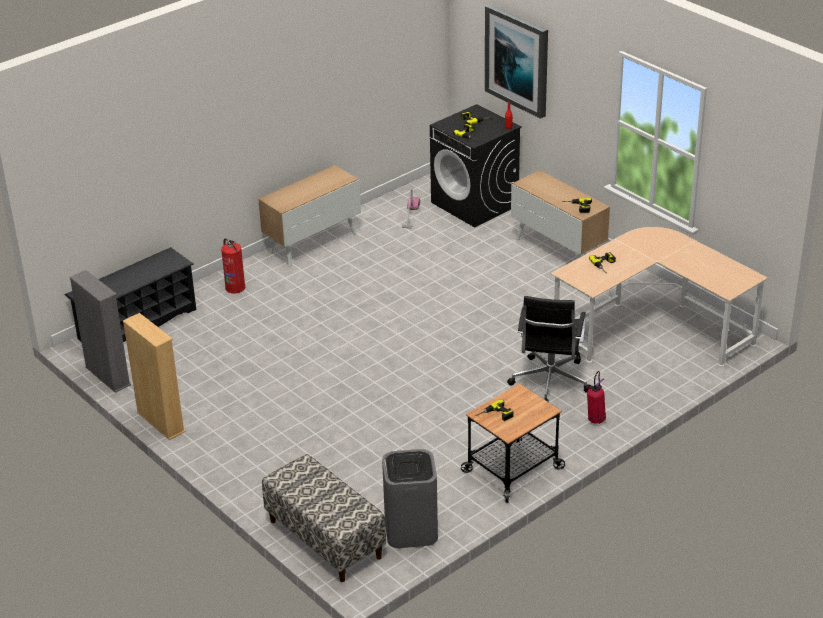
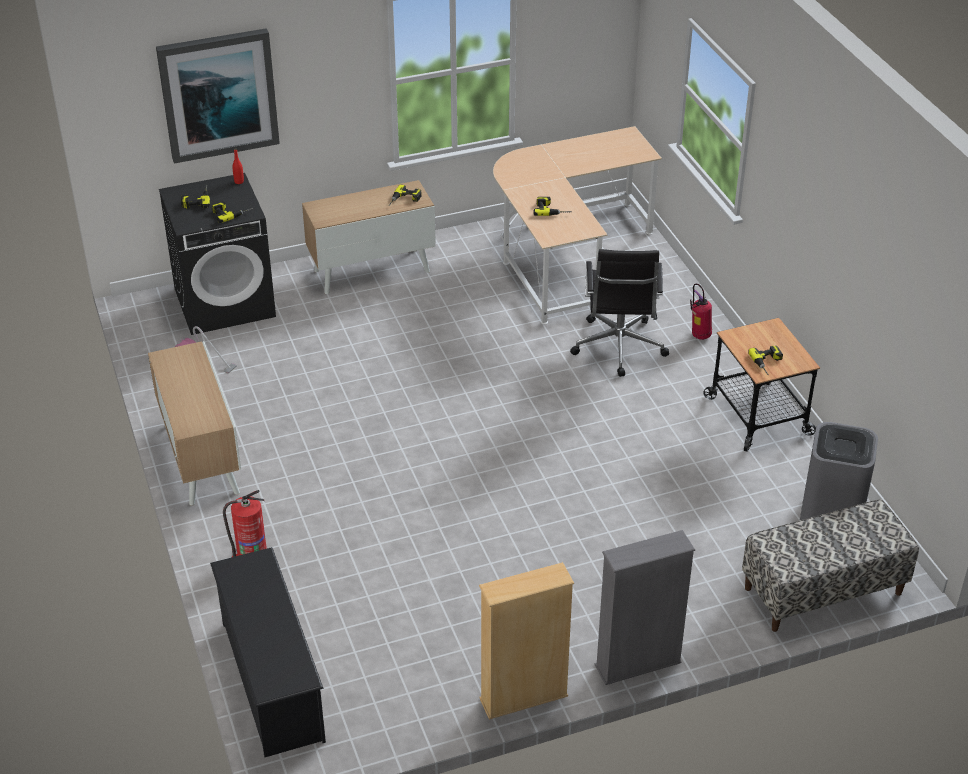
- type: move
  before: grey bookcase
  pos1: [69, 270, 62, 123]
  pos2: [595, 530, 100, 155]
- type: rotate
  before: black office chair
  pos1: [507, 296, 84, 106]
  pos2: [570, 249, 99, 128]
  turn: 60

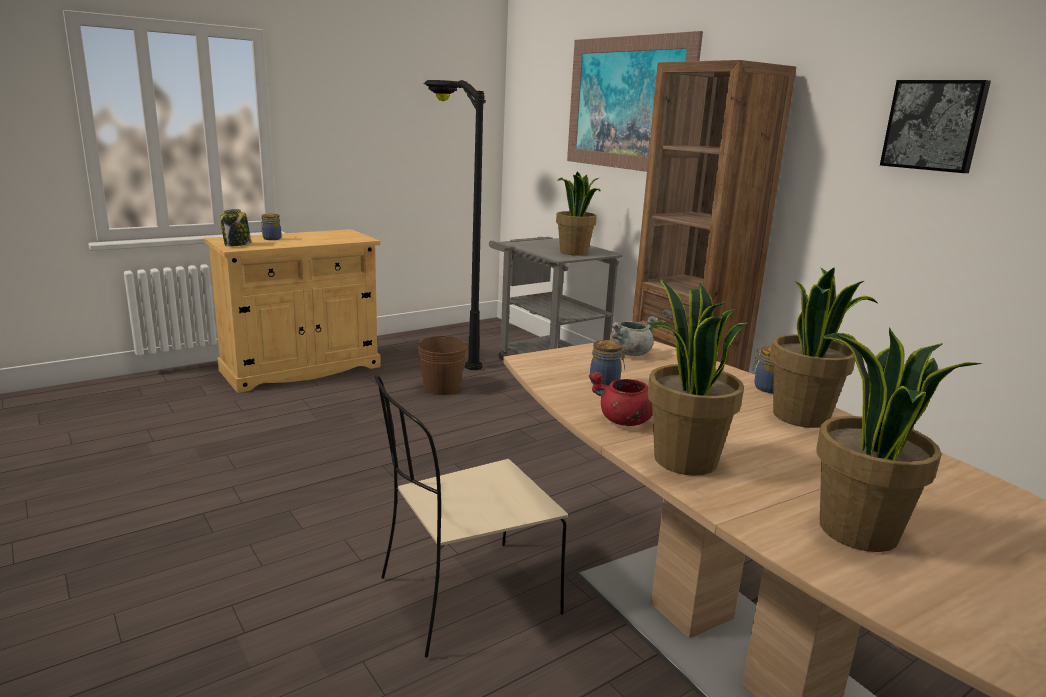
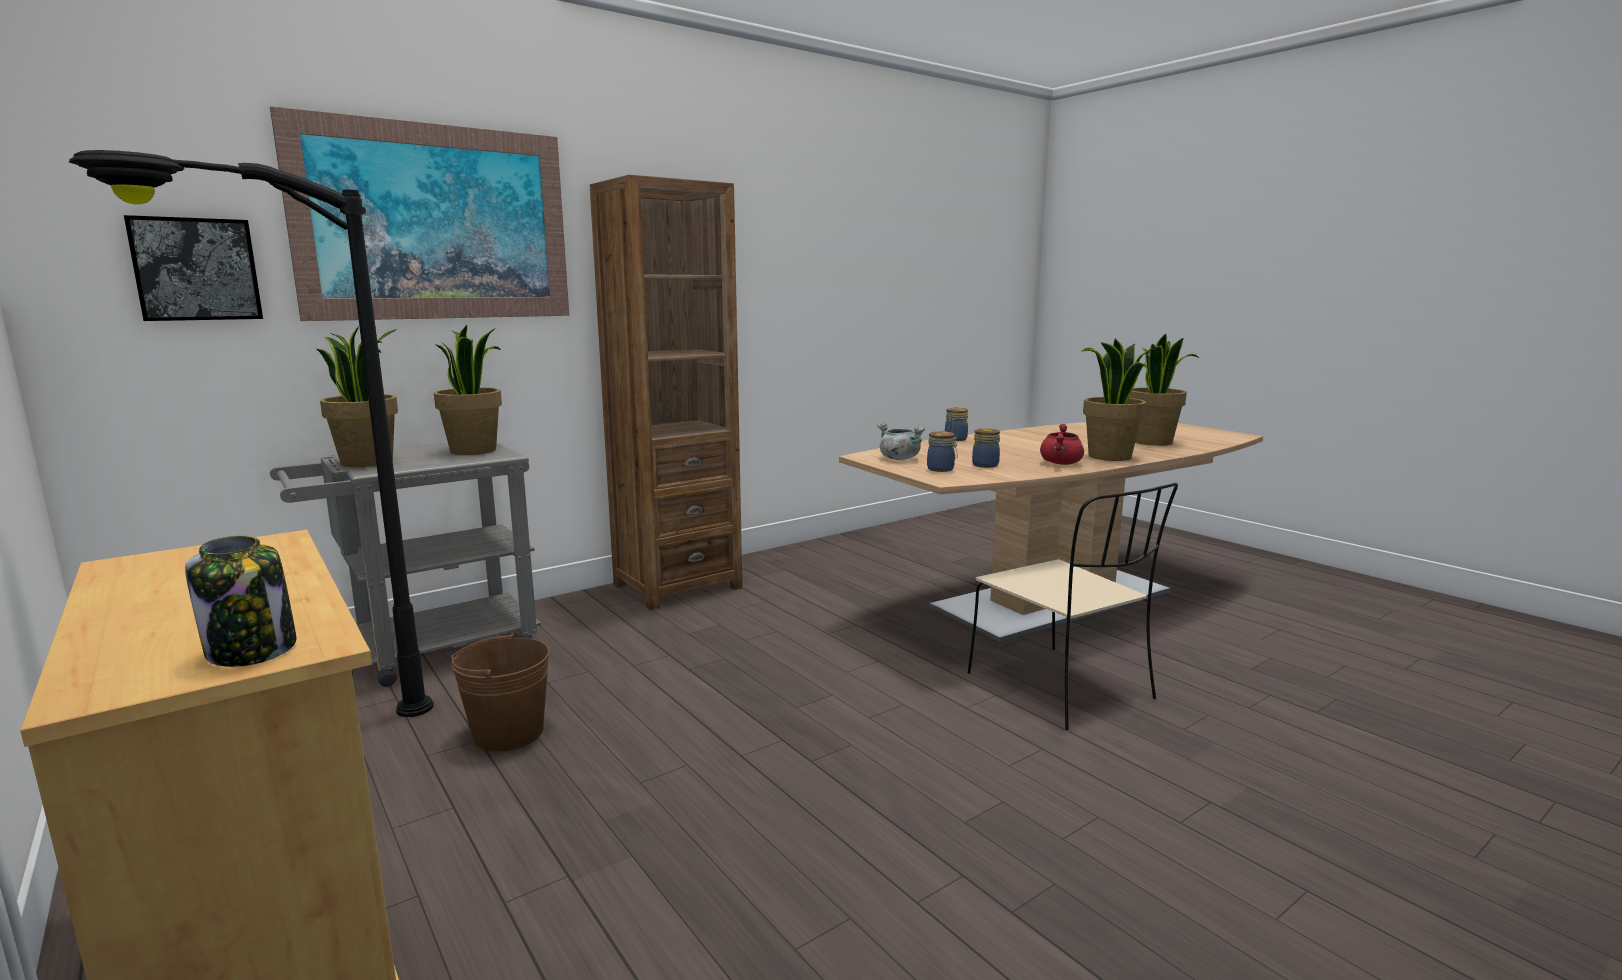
- type: move
  before: jar
  pos1: [261, 213, 21, 27]
  pos2: [927, 431, 30, 41]
- type: move
  before: potted plant
  pos1: [770, 267, 108, 161]
  pos2: [317, 326, 81, 141]
- type: move
  before: picture
  pos1: [880, 80, 111, 93]
  pos2: [124, 215, 139, 106]

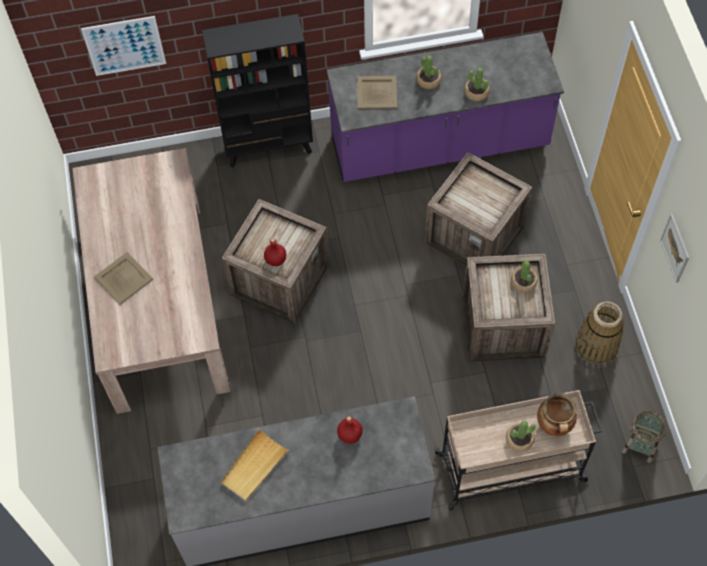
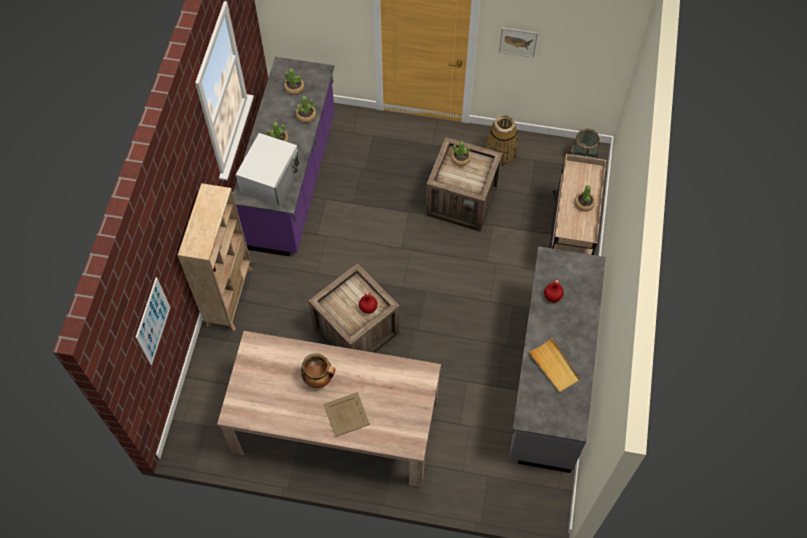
- type: recolor
  before: black bookcase
  after: beige bookcase
  pos1: [202, 14, 111, 154]
  pos2: [178, 183, 75, 148]
- type: replace
  before: beige tray
  after: white microwave
  pos1: [357, 76, 40, 33]
  pos2: [236, 133, 64, 73]
- type: delete
  before: crate
  pos1: [425, 152, 107, 115]
- type: move
  before: cooking pot
  pos1: [537, 393, 40, 43]
  pos2: [301, 353, 35, 35]
- type: insert
  after: potted plant
  pos2: [284, 68, 20, 27]

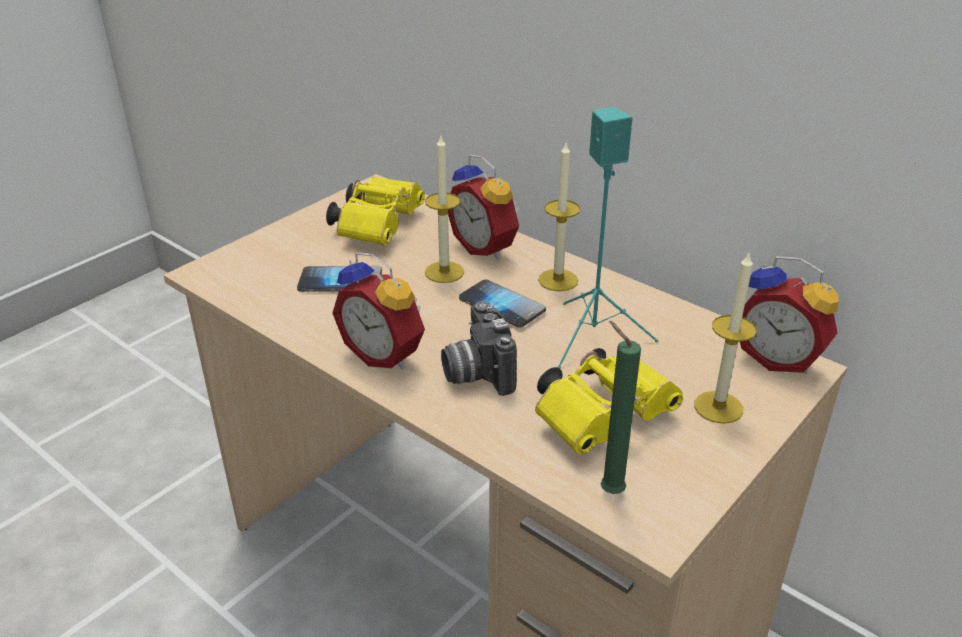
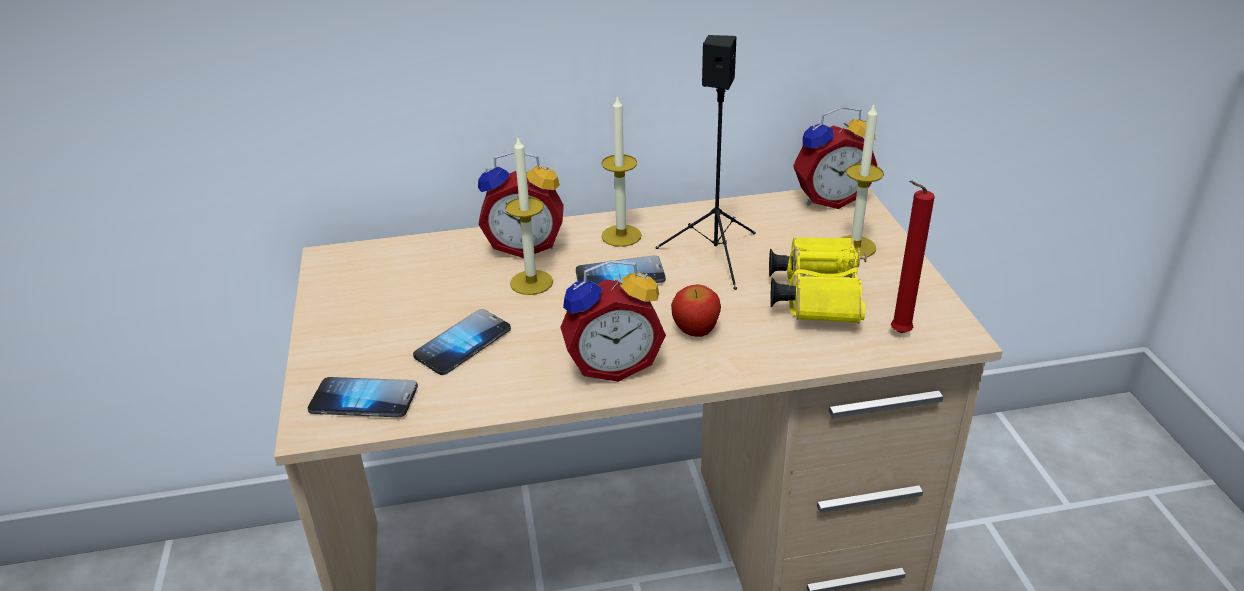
- type: delete
  before: yellow binoculars
  pos1: [326, 177, 99, 69]
- type: replace
  before: photo camera
  after: apple
  pos1: [441, 301, 76, 95]
  pos2: [671, 284, 50, 53]
- type: recolor
  before: turquoise speaker
  after: black speaker
  pos1: [557, 107, 102, 262]
  pos2: [656, 35, 100, 255]
- type: recolor
  before: green candle
  after: red candle
  pos1: [600, 321, 41, 173]
  pos2: [891, 181, 44, 152]
- type: insert
  after: phone
  pos2: [308, 377, 110, 40]

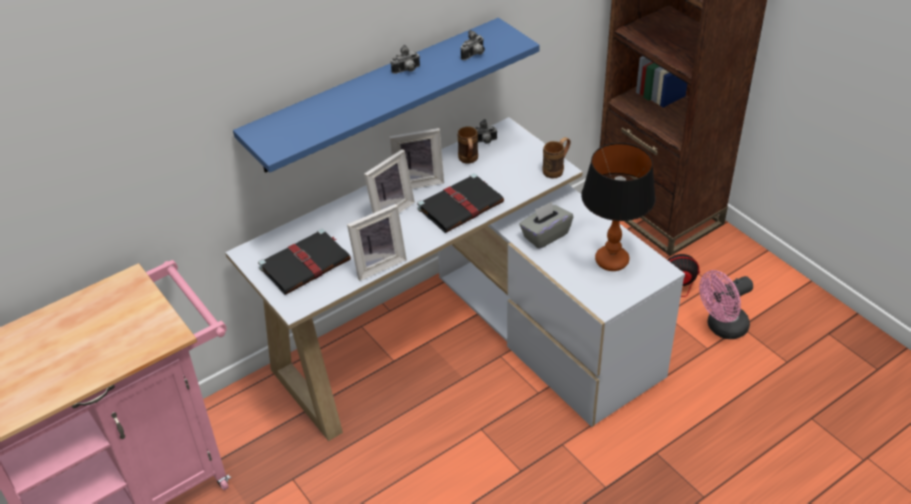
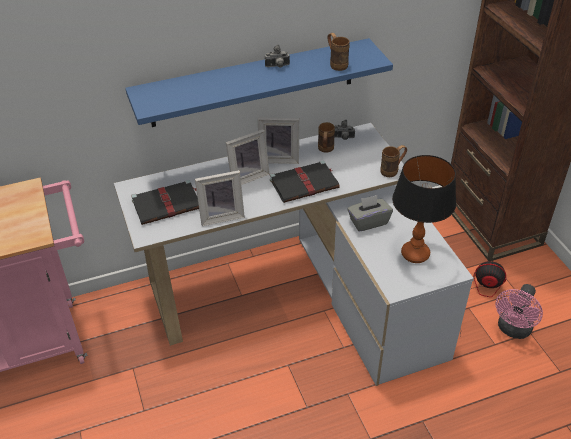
- type: replace
  before: photo camera
  after: brown mug
  pos1: [461, 30, 24, 30]
  pos2: [328, 33, 22, 38]
- type: rotate
  before: pink fan
  pos1: [699, 270, 54, 69]
  pos2: [495, 284, 48, 55]
  turn: -45

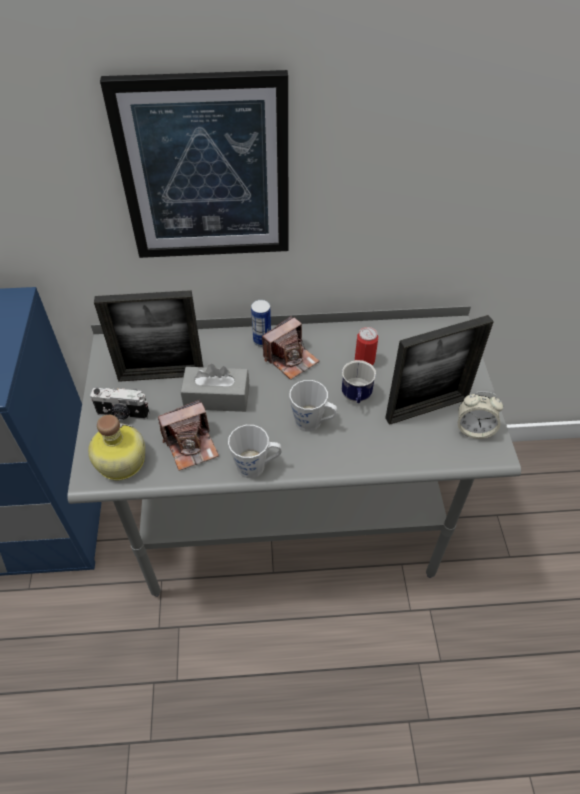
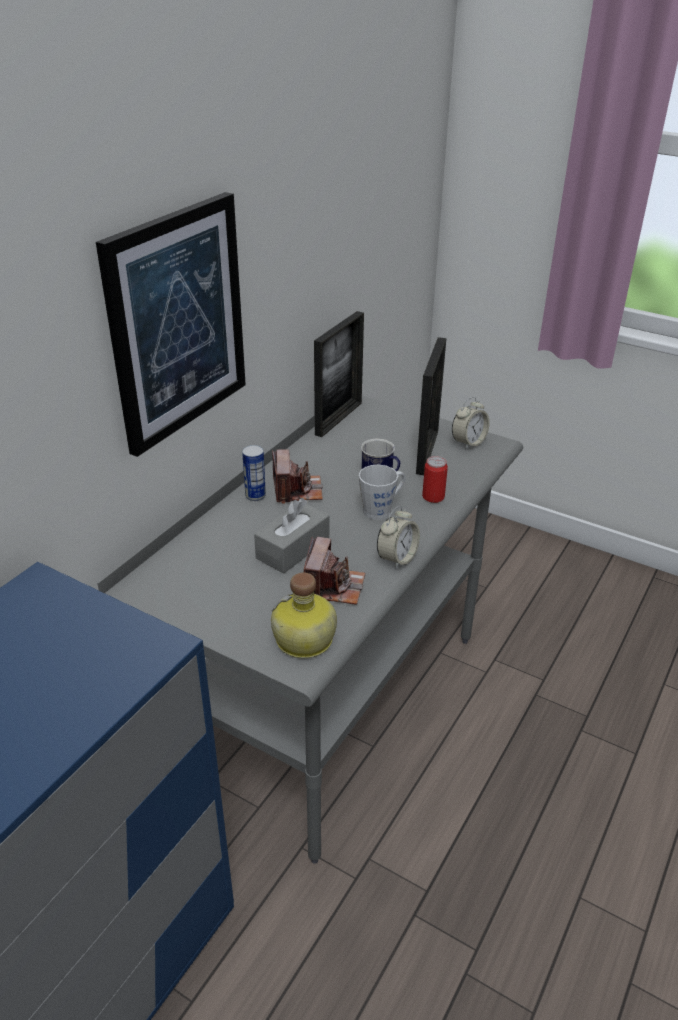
- type: delete
  before: photo camera
  pos1: [90, 388, 60, 32]
- type: move
  before: picture frame
  pos1: [94, 290, 109, 92]
  pos2: [314, 311, 50, 126]
- type: replace
  before: grey mug
  after: alarm clock
  pos1: [228, 425, 54, 53]
  pos2: [377, 506, 43, 63]
- type: move
  before: can
  pos1: [355, 327, 23, 38]
  pos2: [422, 456, 26, 47]

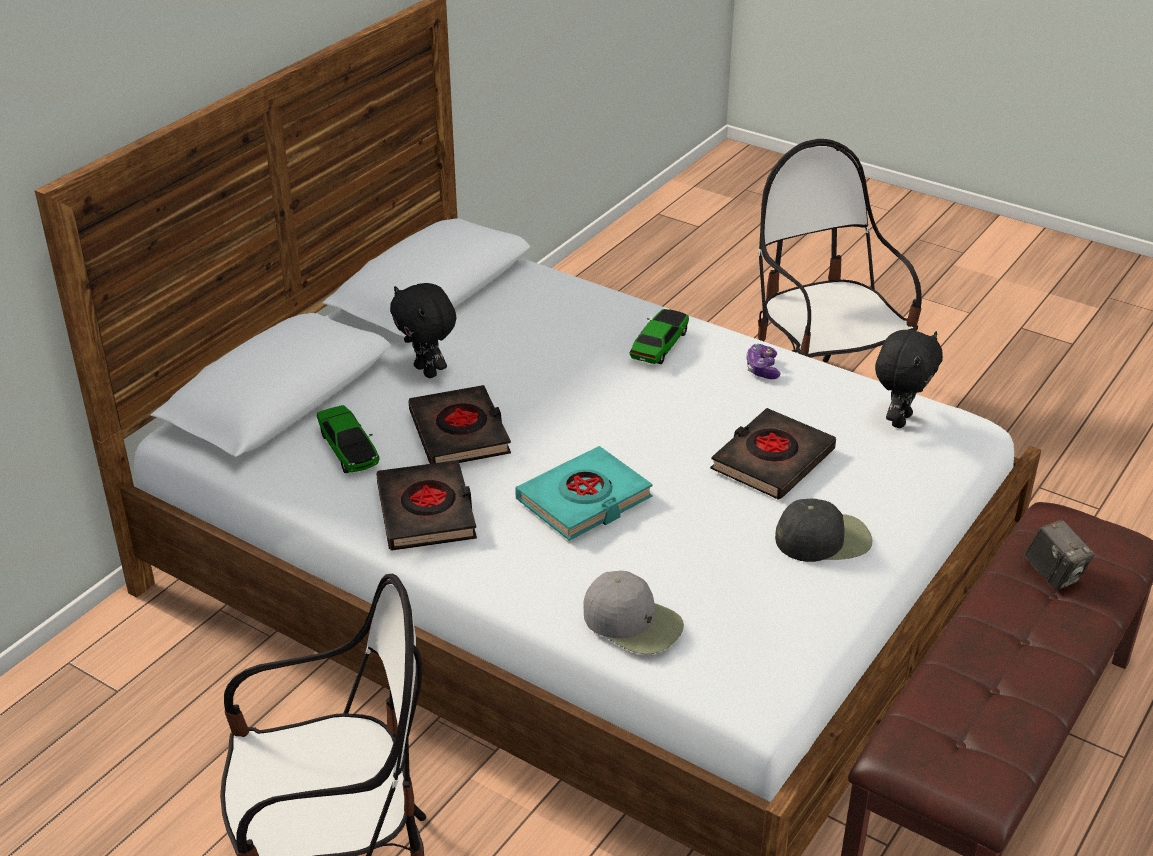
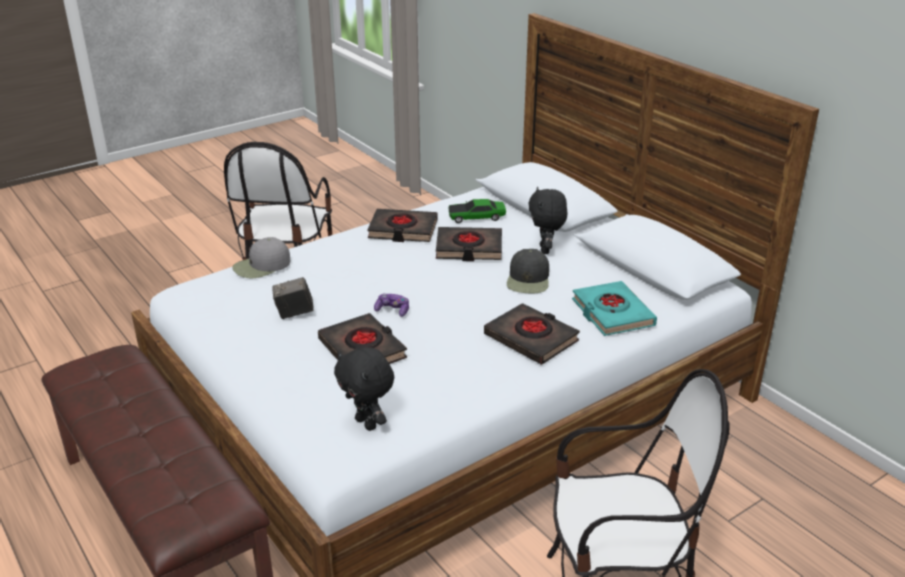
- type: rotate
  before: black plush toy
  pos1: [390, 283, 66, 95]
  pos2: [528, 187, 40, 67]
  turn: -75
- type: move
  before: turquoise book
  pos1: [515, 446, 138, 95]
  pos2: [572, 281, 85, 55]
- type: replace
  before: toy car
  after: black book
  pos1: [630, 309, 59, 55]
  pos2: [484, 303, 96, 62]
- type: move
  before: game controller
  pos1: [746, 344, 35, 35]
  pos2: [374, 293, 35, 24]
- type: move
  before: black cap
  pos1: [775, 499, 98, 63]
  pos2: [507, 249, 42, 44]
- type: move
  before: photo camera
  pos1: [1024, 519, 71, 71]
  pos2: [272, 277, 42, 42]

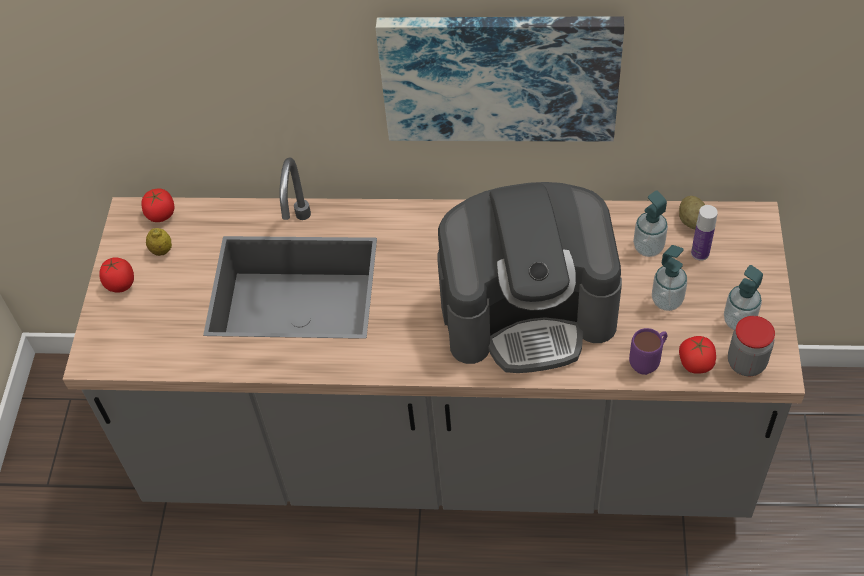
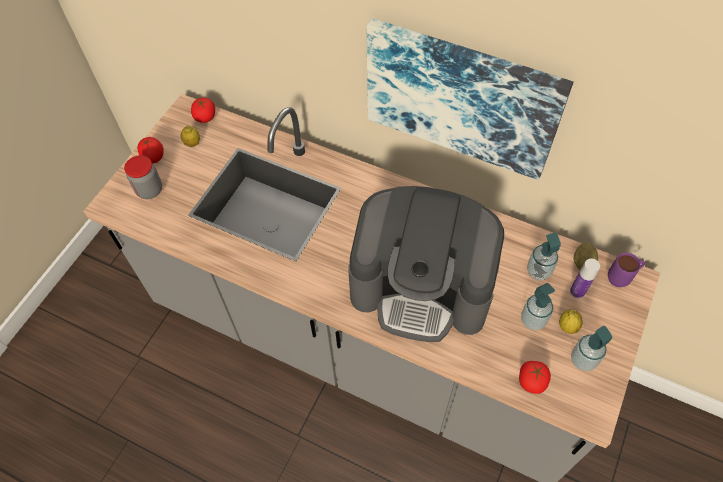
- type: move
  before: purple mug
  pos1: [629, 328, 38, 47]
  pos2: [608, 253, 37, 34]
- type: move
  before: jar
  pos1: [728, 316, 47, 60]
  pos2: [124, 155, 38, 44]
- type: insert
  after: lemon
  pos2: [559, 310, 24, 24]

